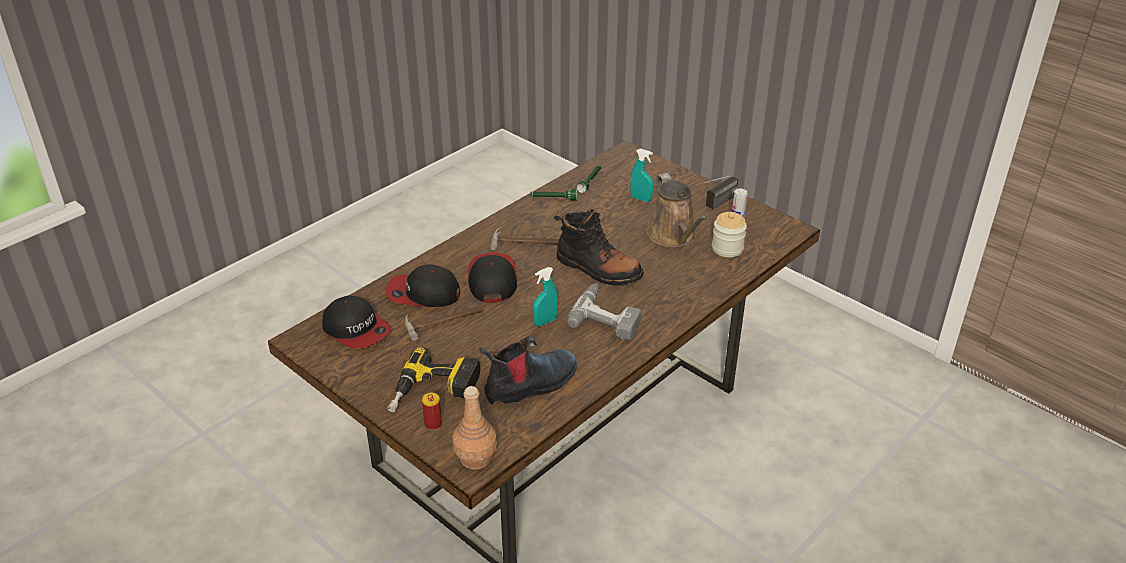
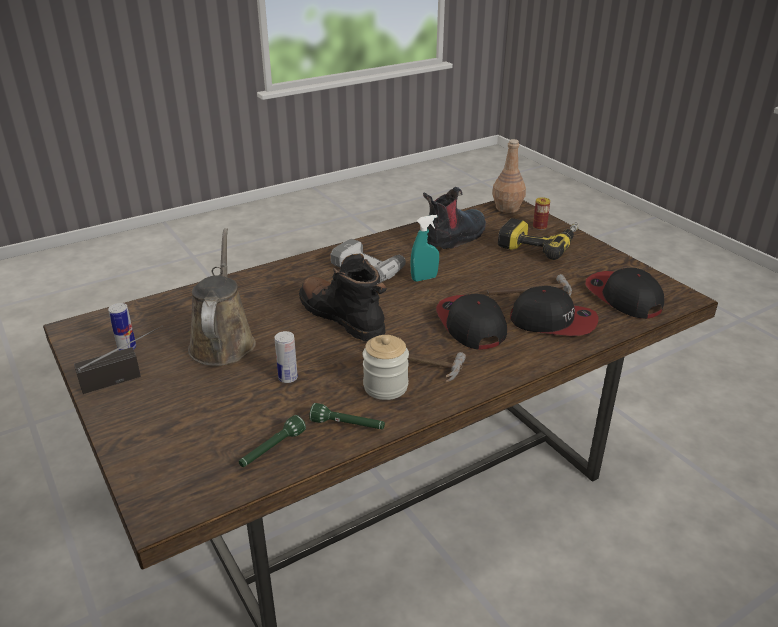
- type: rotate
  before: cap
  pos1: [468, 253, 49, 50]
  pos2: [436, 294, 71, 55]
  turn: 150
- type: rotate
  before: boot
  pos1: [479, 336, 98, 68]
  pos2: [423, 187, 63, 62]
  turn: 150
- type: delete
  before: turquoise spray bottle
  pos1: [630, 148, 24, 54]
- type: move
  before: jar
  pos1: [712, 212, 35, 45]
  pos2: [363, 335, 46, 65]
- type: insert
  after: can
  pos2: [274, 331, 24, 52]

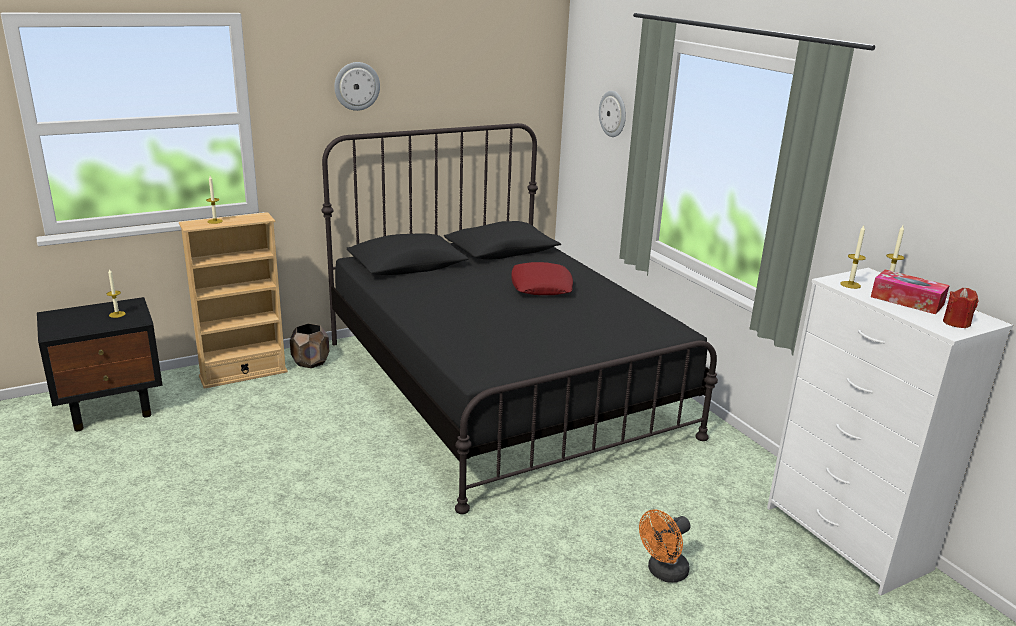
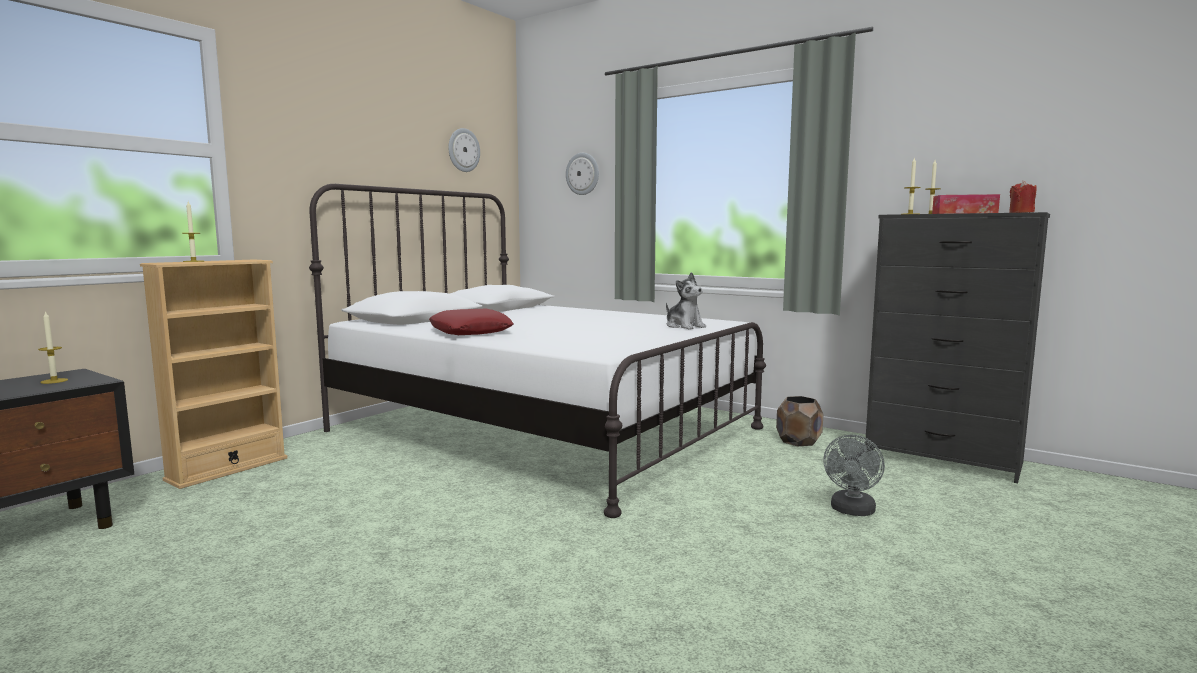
- type: move
  before: brown planter
  pos1: [290, 323, 39, 45]
  pos2: [776, 396, 47, 50]
- type: recolor
  before: black bed
  after: white bed
  pos1: [321, 123, 397, 391]
  pos2: [309, 184, 457, 334]
- type: move
  before: wall clock
  pos1: [334, 62, 46, 49]
  pos2: [448, 128, 32, 44]
- type: move
  before: red pillow
  pos1: [511, 262, 62, 33]
  pos2: [429, 309, 84, 26]
- type: recolor
  before: orange fan
  after: grey fan
  pos1: [639, 509, 51, 74]
  pos2: [823, 435, 62, 81]
- type: recolor
  before: white dresser
  after: black dresser
  pos1: [767, 268, 246, 328]
  pos2: [865, 212, 185, 271]
- type: insert
  after: plush toy
  pos2: [666, 272, 40, 57]

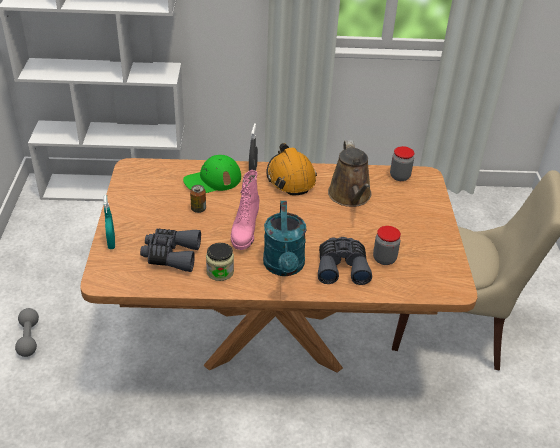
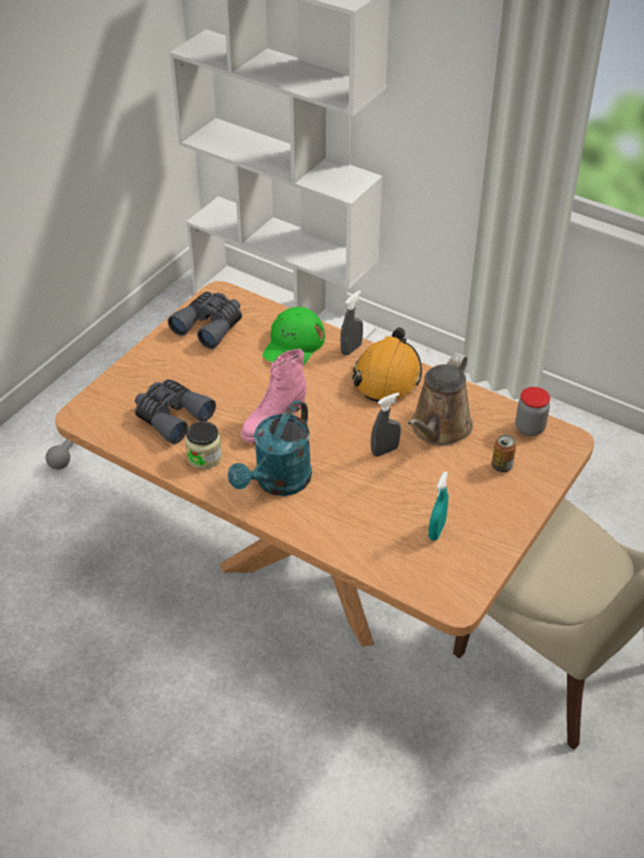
- type: move
  before: turquoise spray bottle
  pos1: [103, 195, 12, 54]
  pos2: [428, 472, 20, 69]
- type: rotate
  before: green cap
  pos1: [183, 155, 58, 38]
  pos2: [262, 307, 63, 59]
  turn: -75
- type: move
  before: can
  pos1: [190, 185, 16, 28]
  pos2: [492, 435, 24, 37]
- type: move
  before: grey binoculars
  pos1: [318, 237, 54, 48]
  pos2: [168, 292, 74, 57]
- type: delete
  before: jar
  pos1: [373, 226, 28, 39]
- type: insert
  after: grey spray bottle
  pos2: [371, 392, 30, 65]

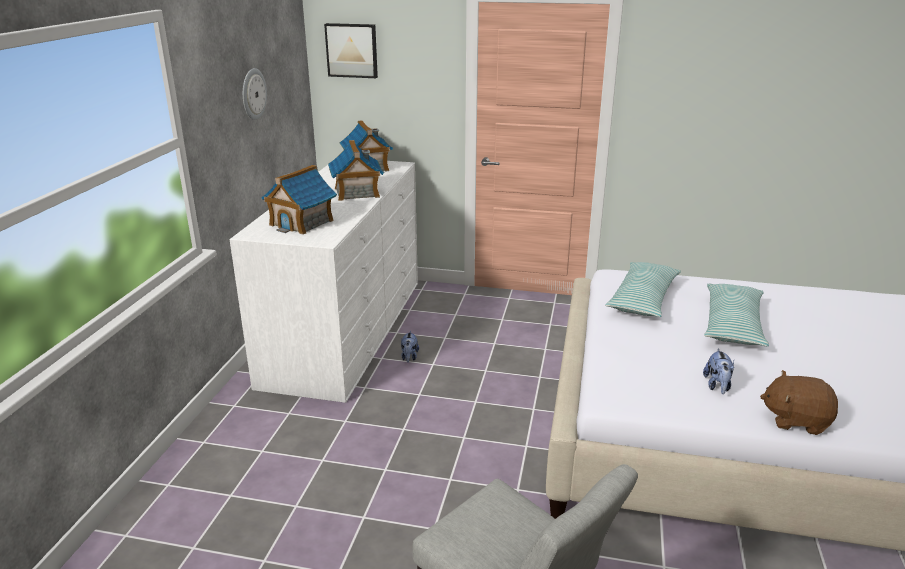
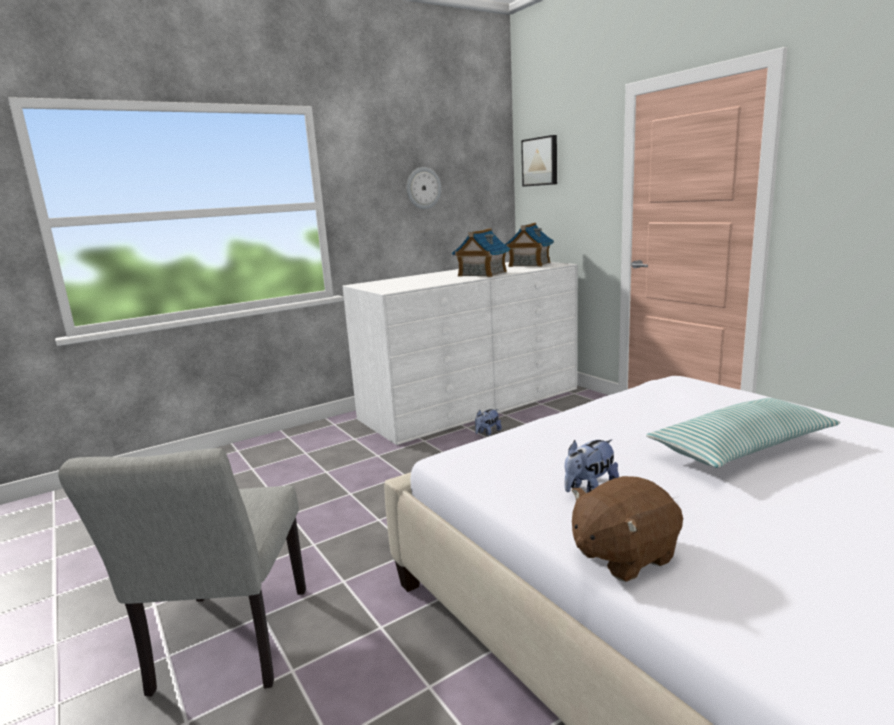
- type: delete
  before: toy house
  pos1: [261, 165, 76, 69]
- type: delete
  before: pillow
  pos1: [605, 262, 76, 55]
- type: rotate
  before: brown plush toy
  pos1: [760, 370, 78, 65]
  pos2: [572, 476, 111, 106]
  turn: -90

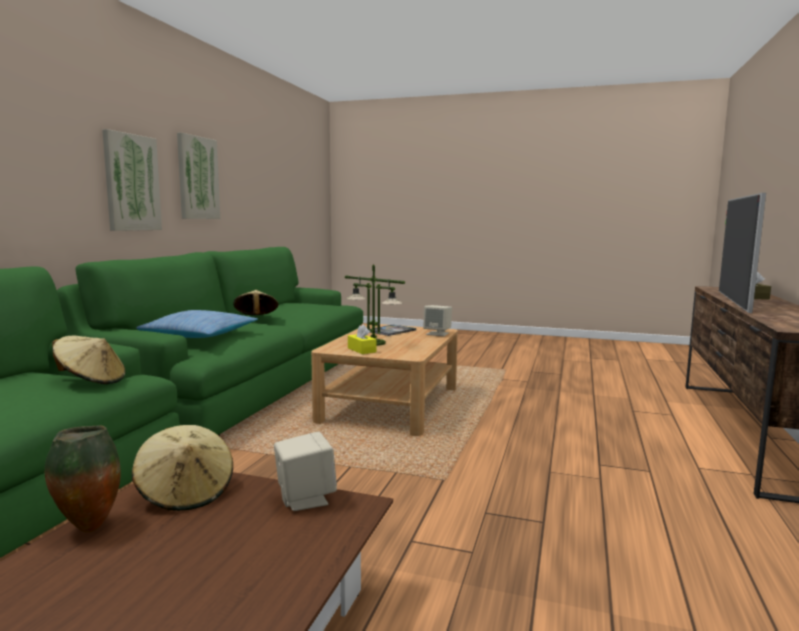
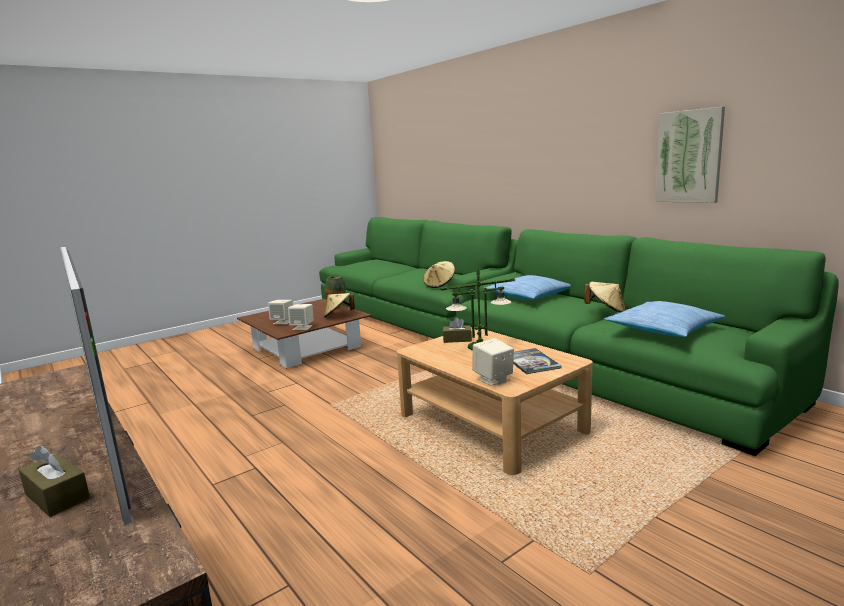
- type: delete
  before: picture
  pos1: [102, 129, 60, 102]
- type: recolor
  before: yellow tissue box
  after: brown tissue box
  pos1: [348, 324, 28, 30]
  pos2: [443, 317, 29, 26]
- type: insert
  after: beige speaker
  pos2: [268, 300, 25, 25]
- type: insert
  after: pillow
  pos2: [604, 301, 121, 36]

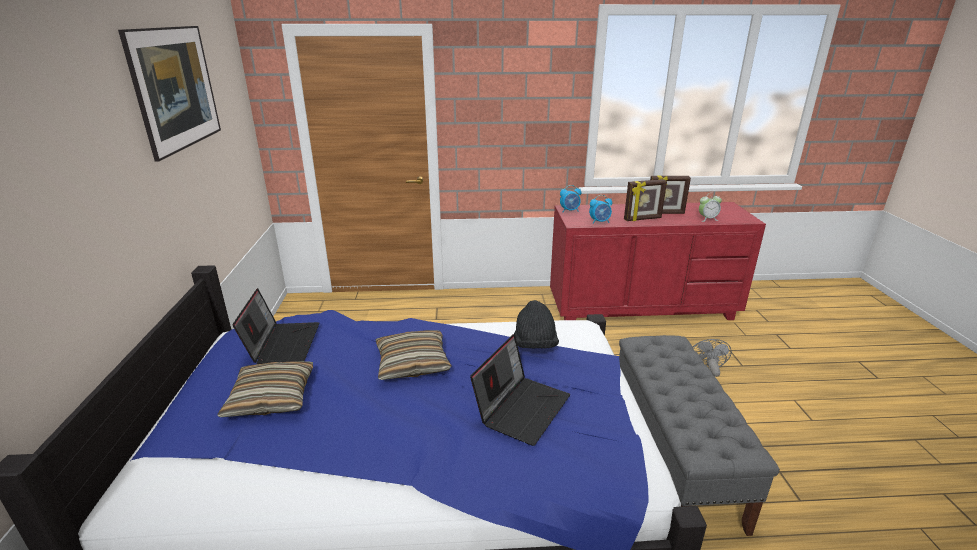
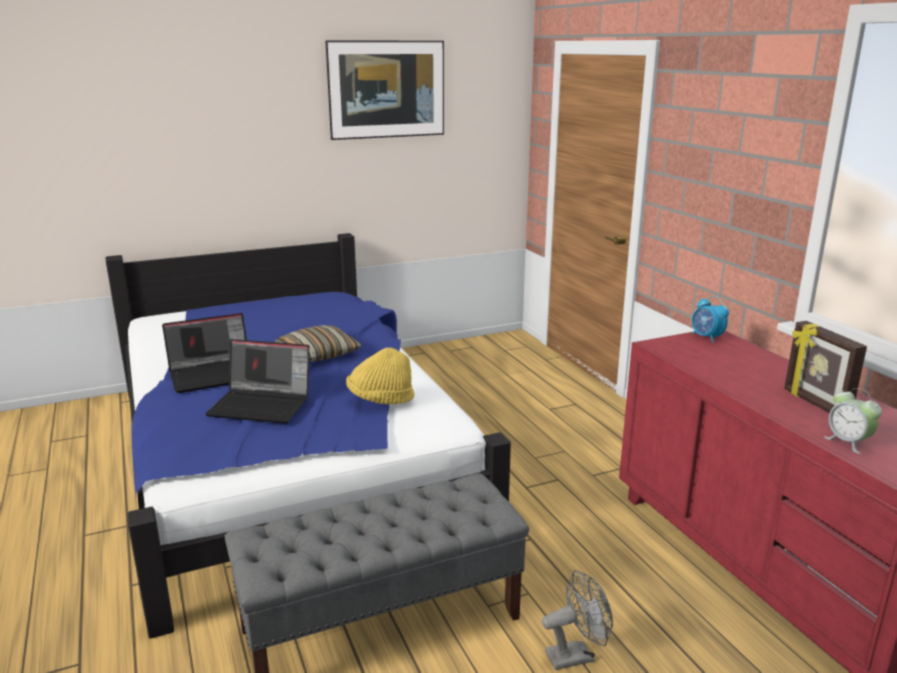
- type: delete
  before: pillow
  pos1: [217, 361, 96, 56]
- type: move
  before: laptop
  pos1: [232, 288, 87, 76]
  pos2: [162, 313, 85, 80]
- type: recolor
  before: black hat
  after: yellow hat
  pos1: [514, 300, 45, 48]
  pos2: [346, 347, 68, 57]
- type: delete
  before: alarm clock
  pos1: [589, 195, 23, 29]
- type: delete
  before: picture frame
  pos1: [624, 179, 43, 42]

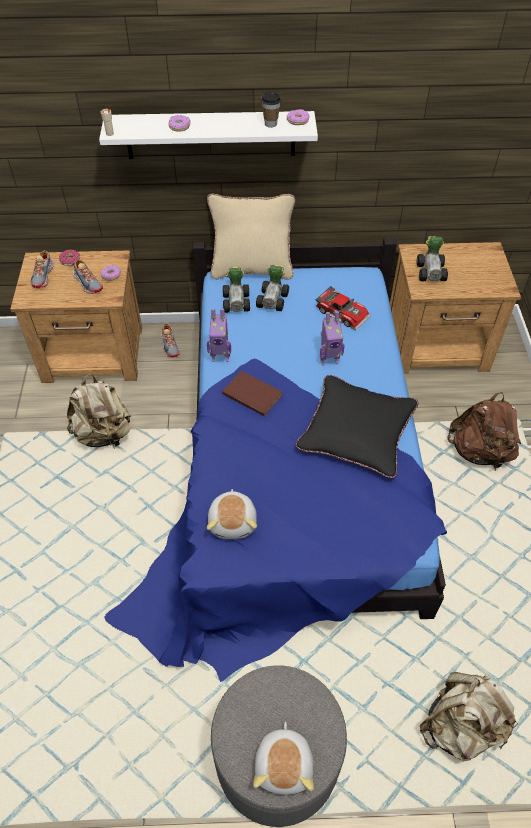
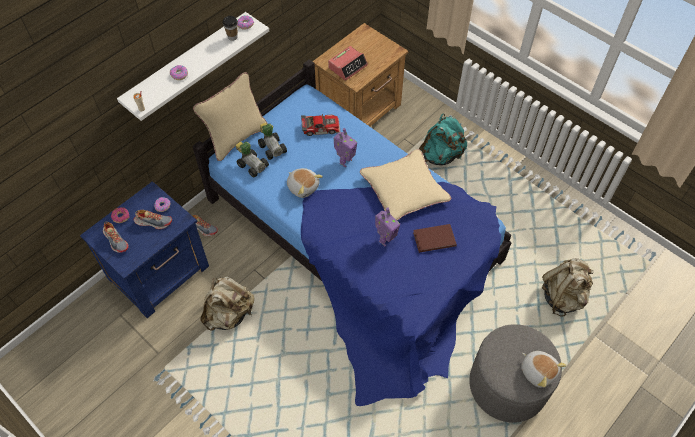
- type: recolor
  before: brown nightstand
  after: blue nightstand
  pos1: [10, 250, 132, 133]
  pos2: [80, 181, 129, 137]
- type: move
  before: toy robot
  pos1: [207, 308, 24, 54]
  pos2: [375, 208, 25, 38]
- type: move
  before: plush toy
  pos1: [207, 489, 50, 50]
  pos2: [287, 168, 36, 30]
- type: move
  before: brown book
  pos1: [222, 371, 61, 45]
  pos2: [413, 224, 44, 29]
- type: recolor
  before: black pillow
  after: beige pillow
  pos1: [296, 375, 123, 103]
  pos2: [360, 149, 91, 71]
- type: replace
  before: toy car
  after: alarm clock
  pos1: [417, 236, 31, 45]
  pos2: [328, 46, 40, 35]
- type: recolor
  before: brown backpack
  after: turquoise backpack
  pos1: [447, 392, 74, 78]
  pos2: [419, 113, 48, 52]

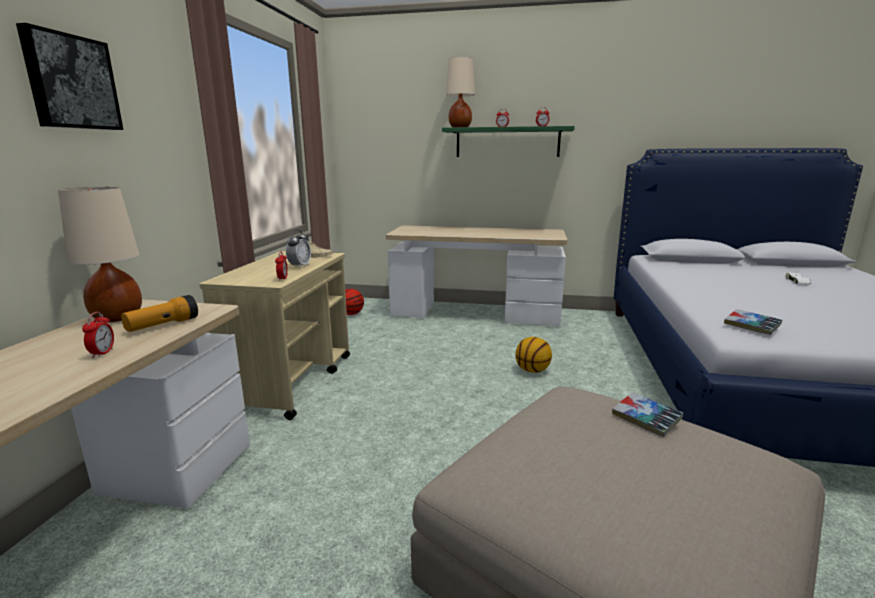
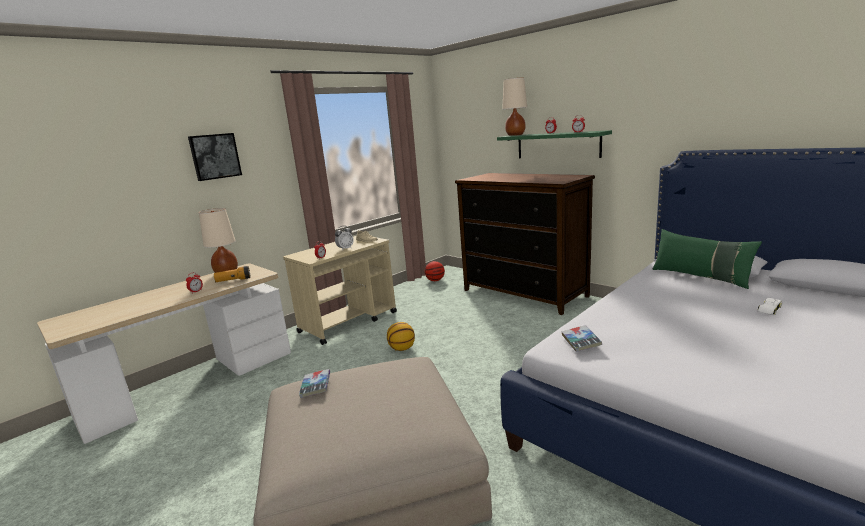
- type: replace
  before: desk
  after: dresser
  pos1: [386, 226, 181, 100]
  pos2: [455, 173, 140, 142]
- type: move
  before: basketball
  pos1: [515, 337, 37, 36]
  pos2: [387, 322, 28, 29]
- type: move
  before: book
  pos1: [612, 392, 71, 45]
  pos2: [299, 369, 31, 29]
- type: insert
  after: green pillow
  pos2: [652, 229, 110, 60]

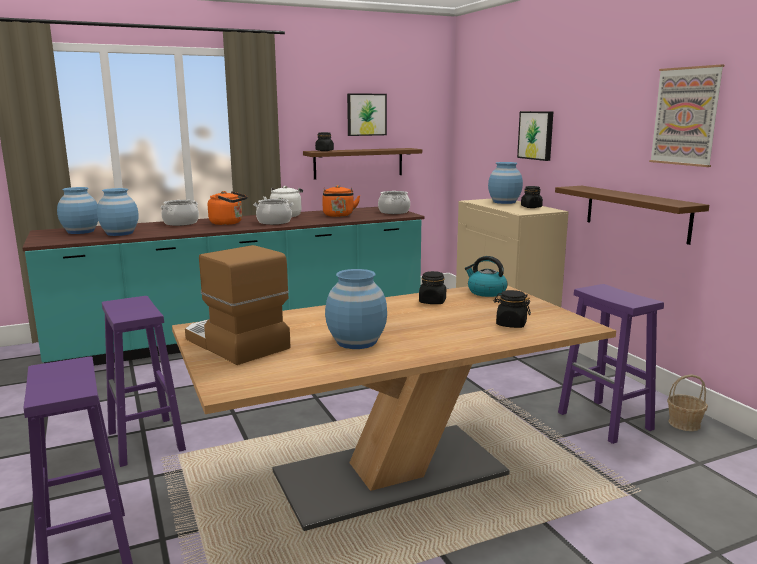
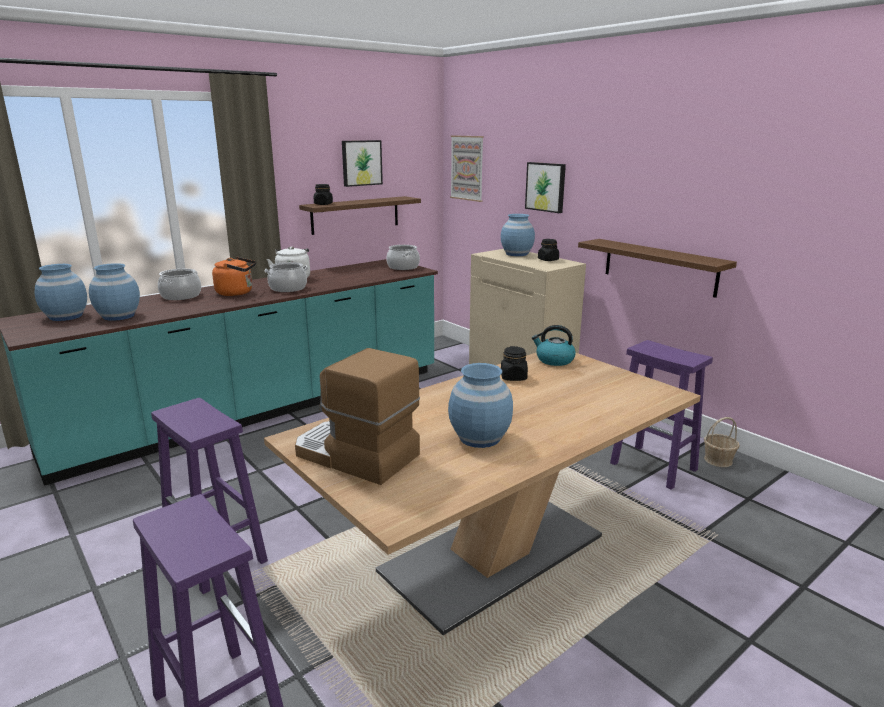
- type: delete
  before: orange kettle
  pos1: [322, 185, 38, 32]
- type: delete
  before: black jar
  pos1: [494, 290, 37, 38]
- type: move
  before: picture
  pos1: [649, 65, 75, 102]
  pos2: [450, 135, 34, 67]

